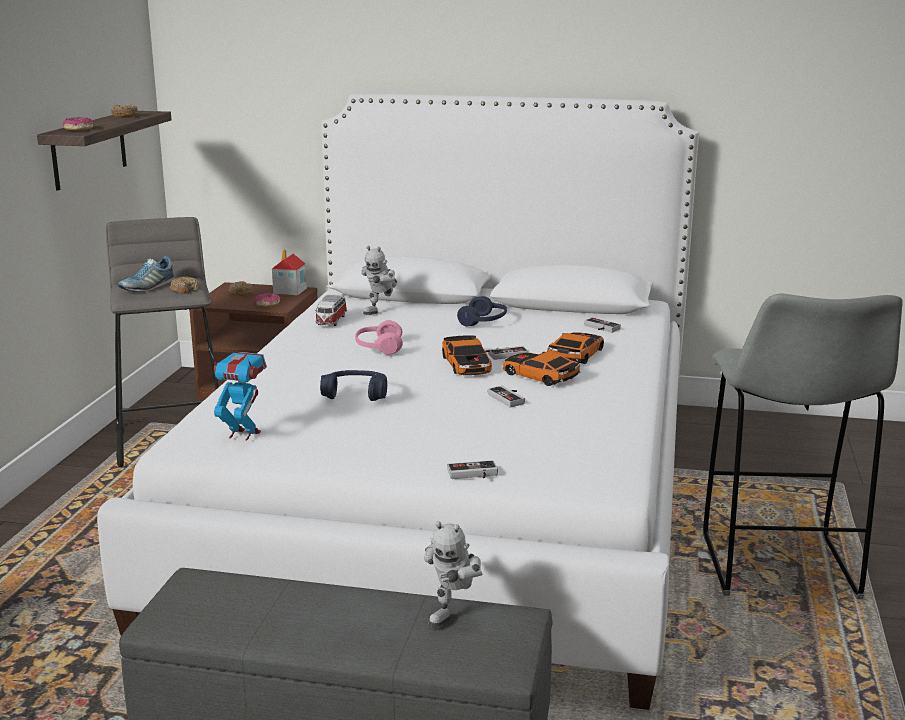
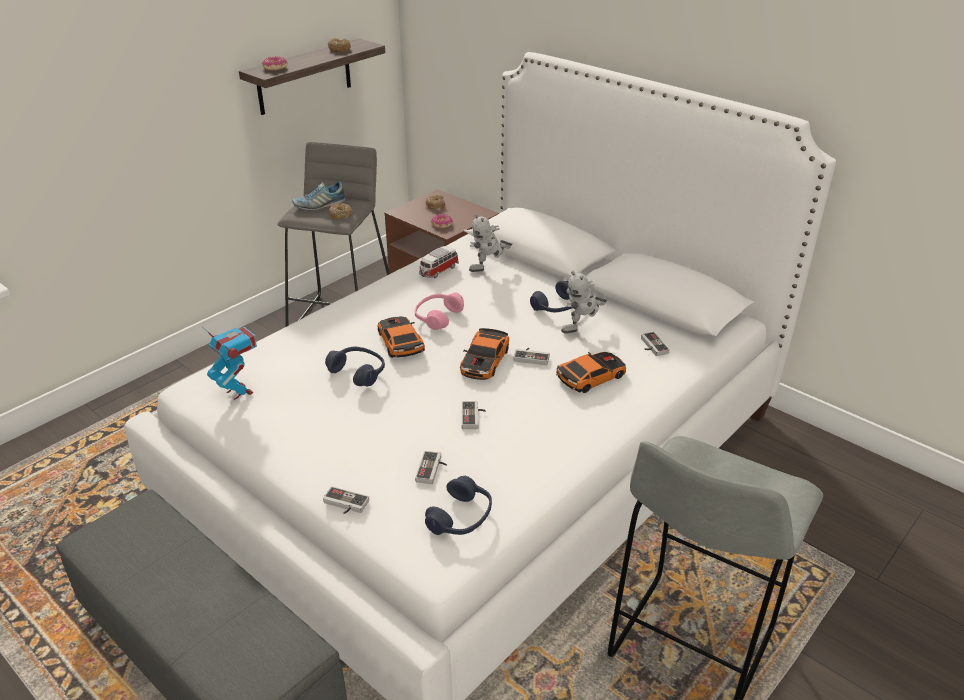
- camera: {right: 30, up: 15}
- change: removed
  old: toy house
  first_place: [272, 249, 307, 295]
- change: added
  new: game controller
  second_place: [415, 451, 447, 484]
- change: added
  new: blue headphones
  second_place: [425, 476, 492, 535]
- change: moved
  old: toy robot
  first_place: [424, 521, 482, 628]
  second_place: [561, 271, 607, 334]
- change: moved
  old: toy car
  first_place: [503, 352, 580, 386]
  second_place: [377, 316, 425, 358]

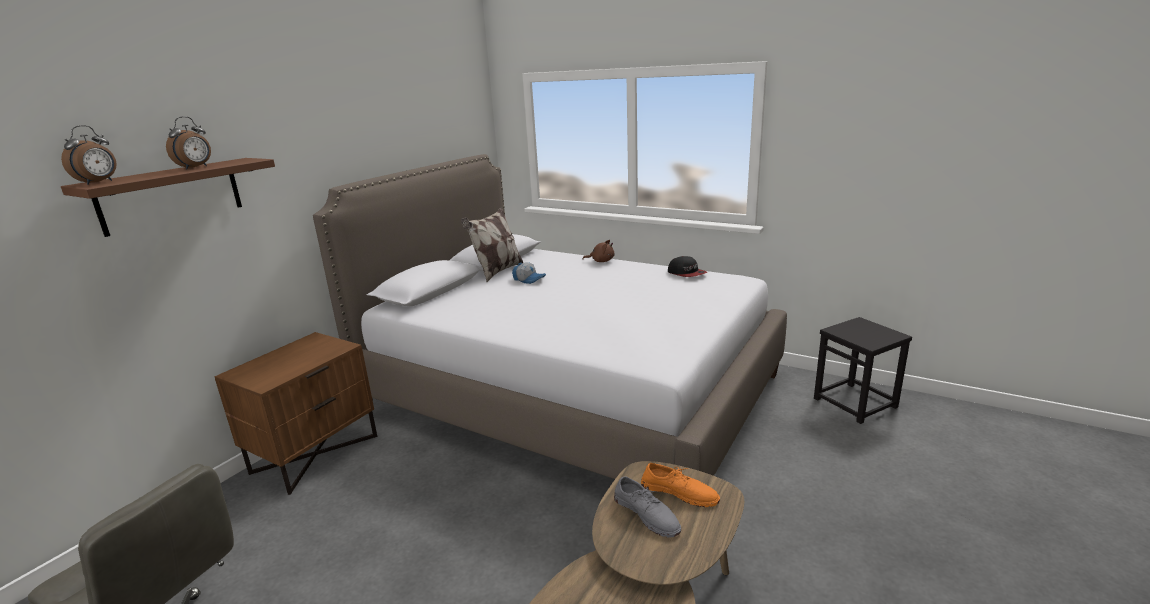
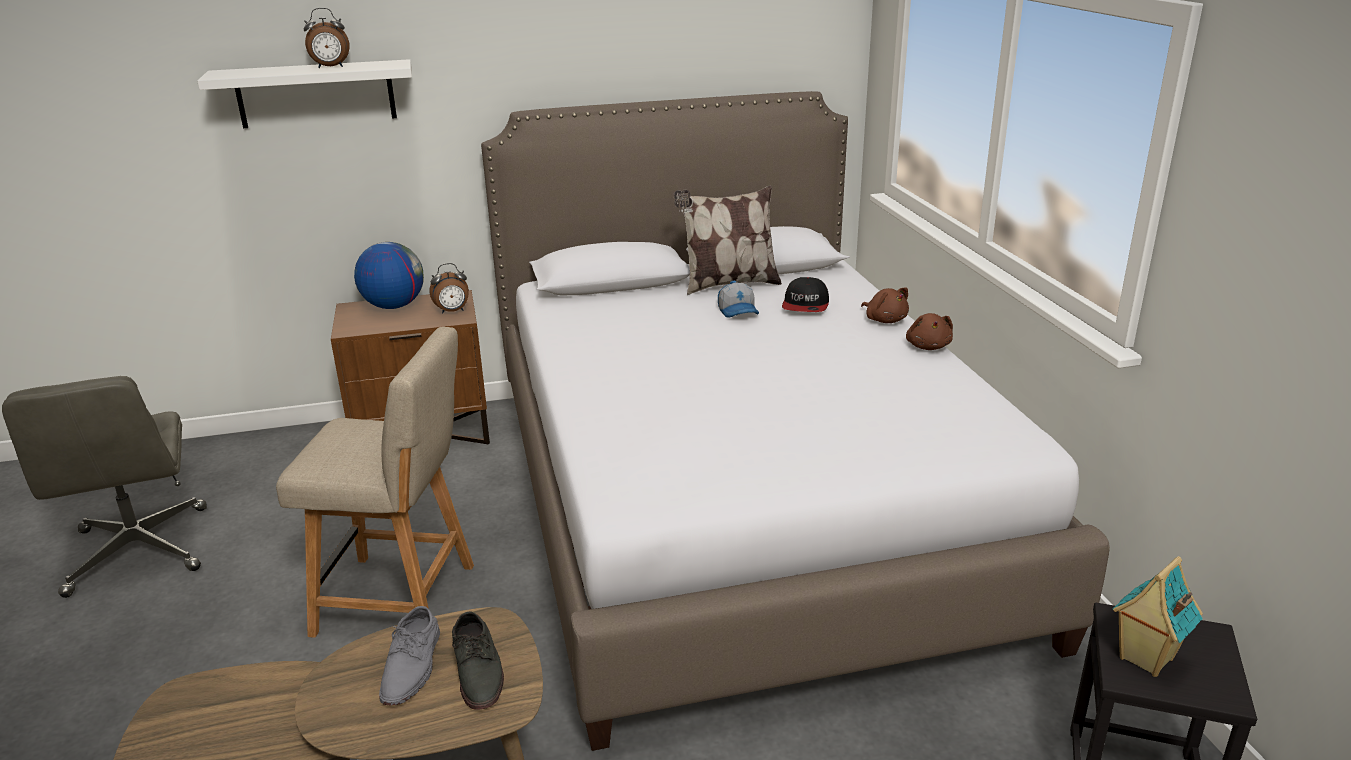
- camera: {right: 45, up: 5}
- change: added
  new: beige chair
  second_place: [276, 327, 474, 638]
- change: added
  new: globe
  second_place: [354, 242, 424, 309]
- change: added
  new: brown plush toy
  second_place: [906, 313, 953, 350]
- change: added
  new: toy house
  second_place: [1113, 556, 1203, 677]
- change: moved
  old: alarm clock
  first_place: [61, 125, 116, 185]
  second_place: [429, 263, 469, 314]
- change: moved
  old: cap
  first_place: [668, 256, 707, 277]
  second_place: [782, 277, 829, 312]
- change: recoloured
  old: brown shelf
  new: white shelf
  first_place: [61, 158, 275, 237]
  second_place: [197, 59, 412, 128]
- change: recoloured
  old: orange shoe
  new: grey shoe
  first_place: [641, 463, 720, 507]
  second_place: [452, 612, 504, 710]

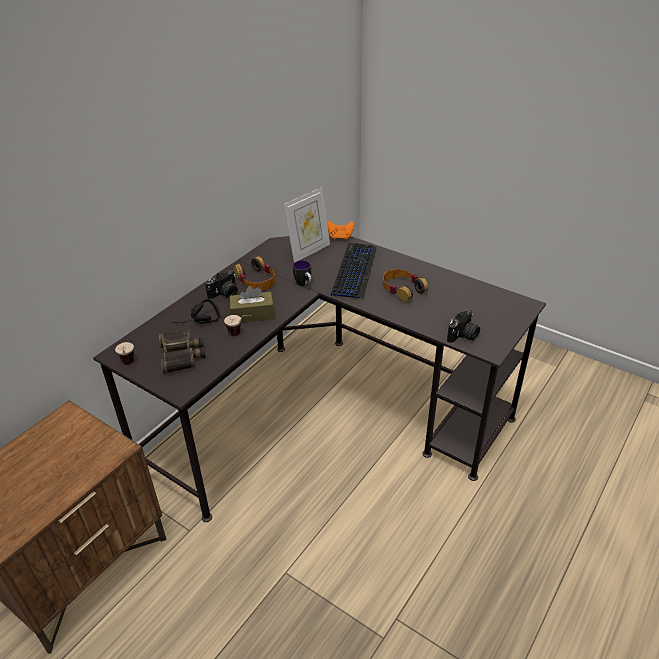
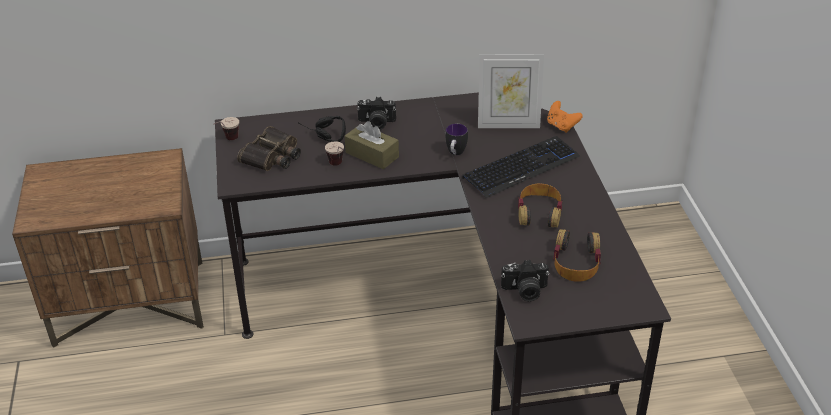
- camera: {right: 45, up: 0}
- change: moved
  old: headphones
  first_place: [234, 256, 275, 291]
  second_place: [553, 229, 601, 282]

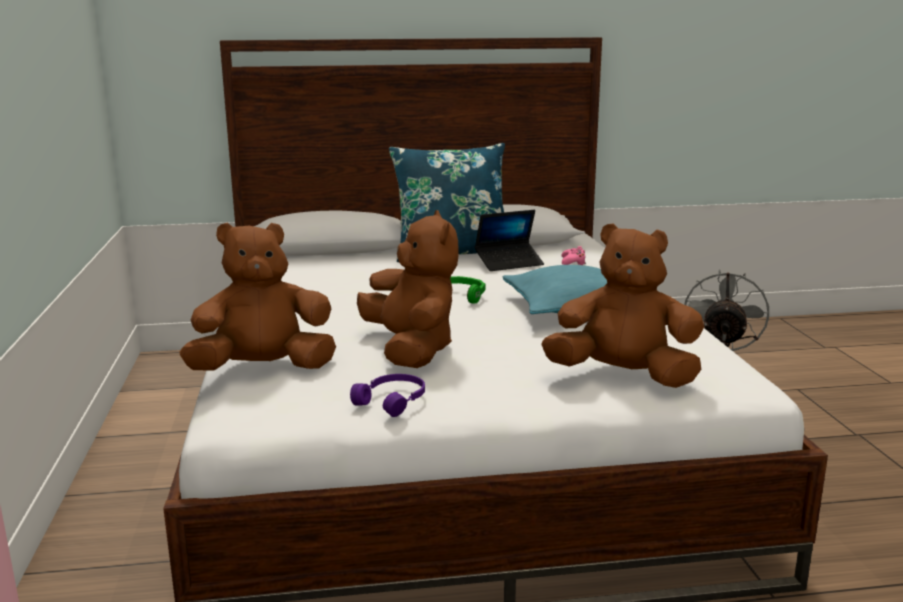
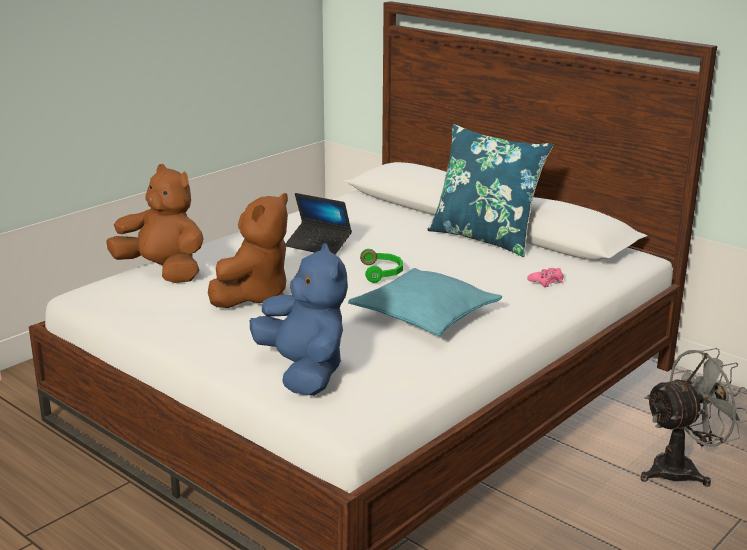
- camera: {right: 50, up: 5}
- change: removed
  old: purple headphones
  first_place: [350, 374, 425, 417]
- change: moved
  old: laptop
  first_place: [475, 210, 544, 271]
  second_place: [285, 193, 352, 255]
- change: recoloured
  old: brown plush toy
  new: blue plush toy
  first_place: [541, 223, 704, 388]
  second_place: [250, 243, 348, 396]

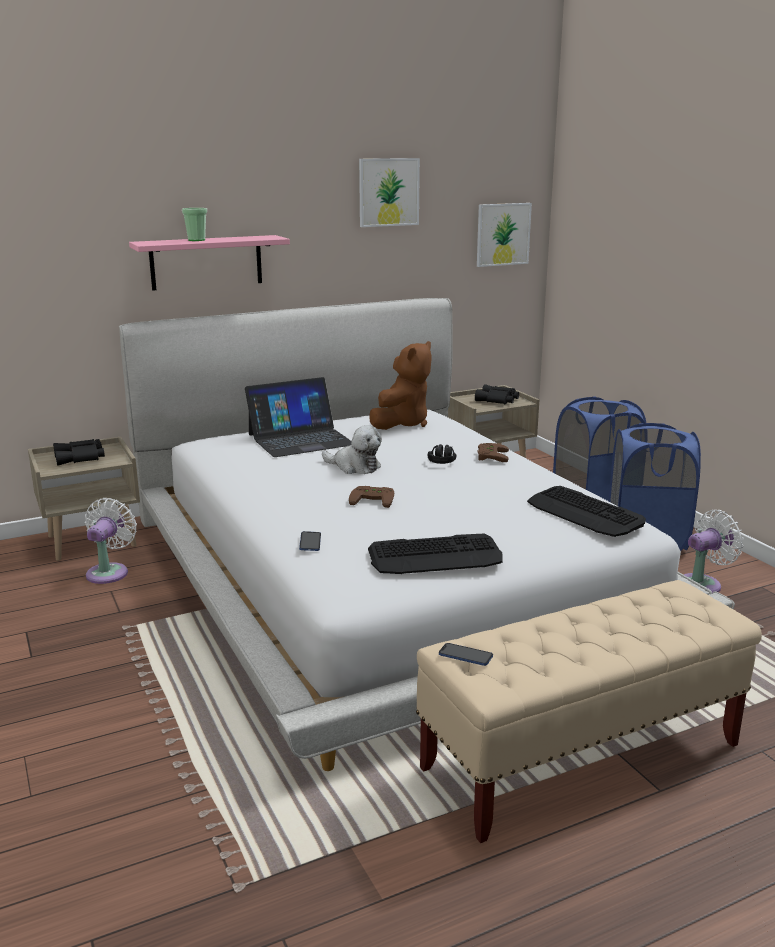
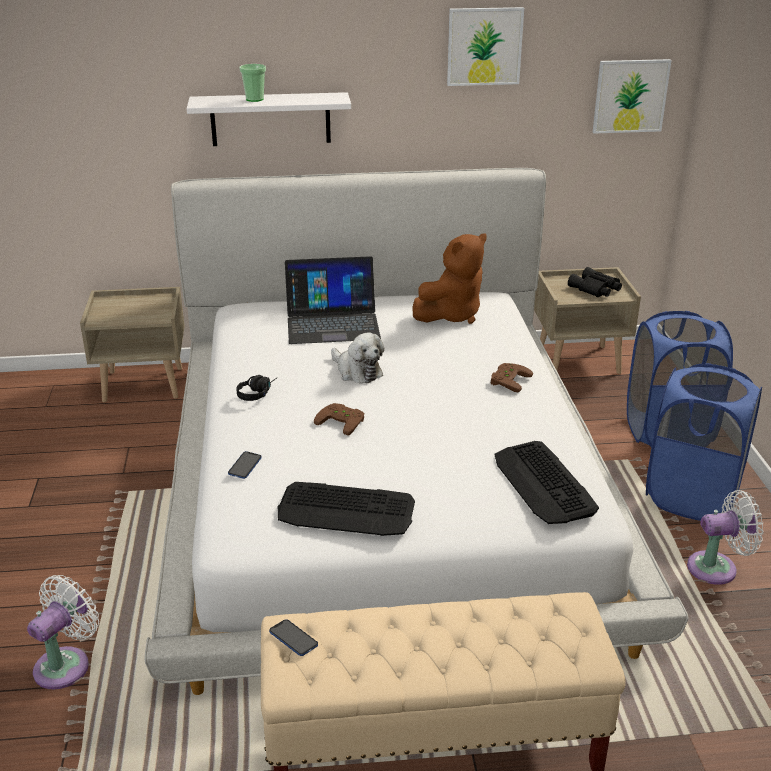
- camera: {right: 20, up: 10}
- change: removed
  old: black binoculars
  first_place: [53, 439, 105, 466]
- change: moved
  old: white fan
  first_place: [85, 498, 137, 584]
  second_place: [27, 575, 99, 690]
- change: moved
  old: black headphones
  first_place: [428, 444, 456, 464]
  second_place: [236, 375, 278, 401]
- change: recoloured
  old: pink shelf
  new: white shelf
  first_place: [129, 235, 290, 291]
  second_place: [187, 92, 351, 146]

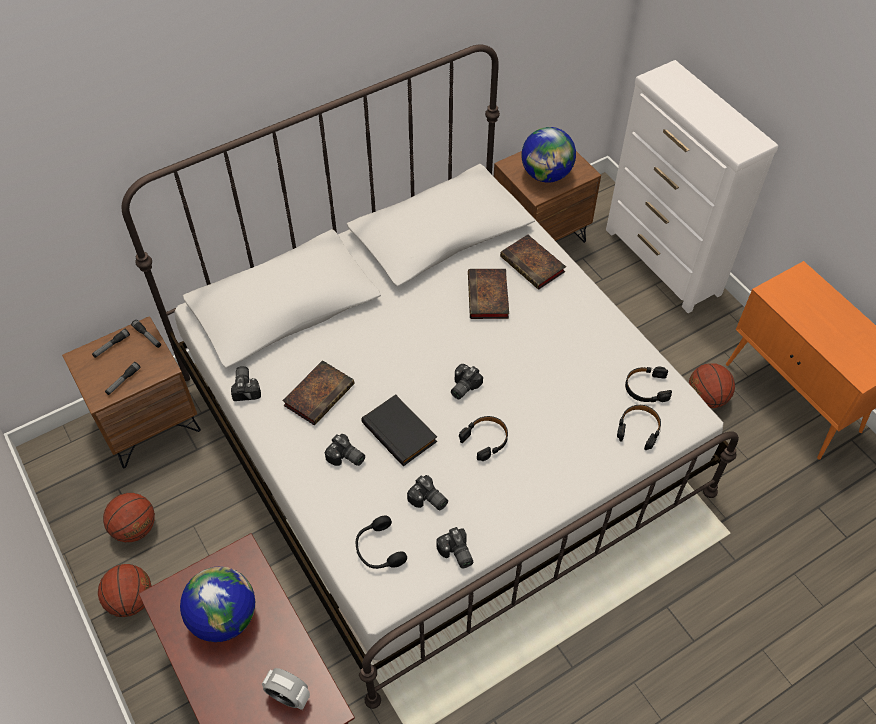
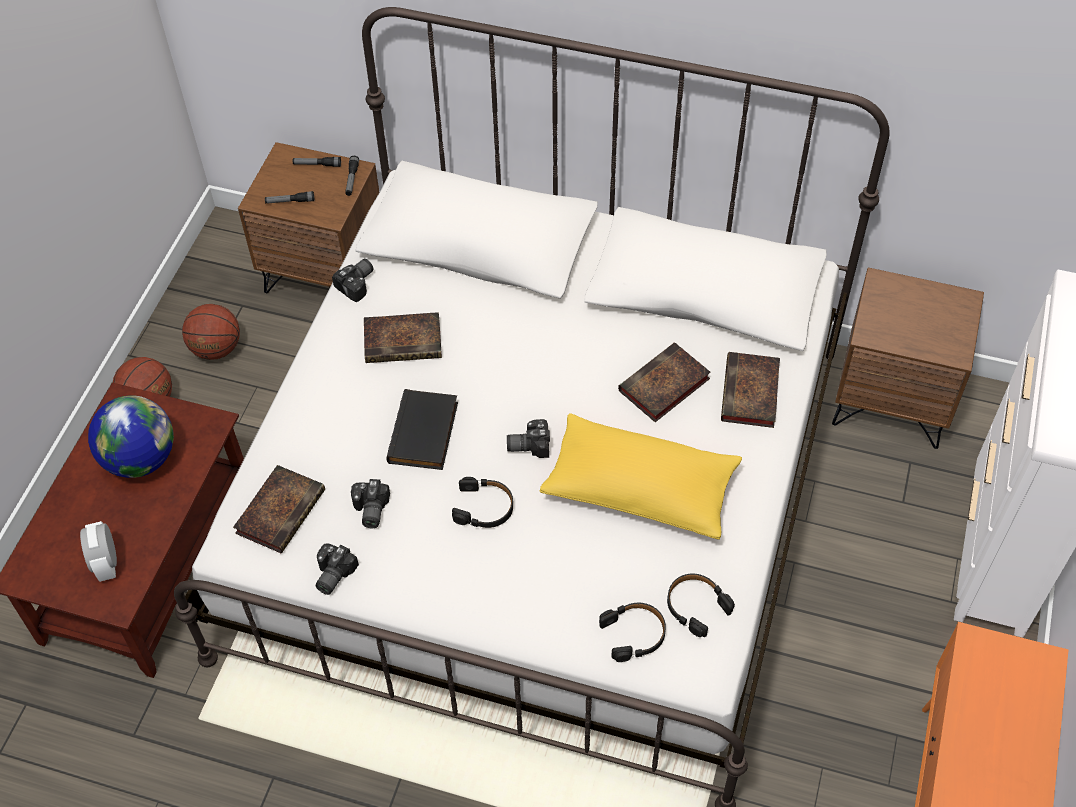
- camera: {right: 50, up: 0}
- change: removed
  old: photo camera
  first_place: [325, 434, 365, 466]
- change: removed
  old: globe
  first_place: [521, 127, 576, 183]
- change: removed
  old: basketball
  first_place: [689, 363, 735, 408]
- change: added
  new: yellow pillow
  second_place: [539, 413, 742, 540]
- change: replaced
  old: black headphones
  new: book
  first_place: [356, 516, 407, 569]
  second_place: [233, 465, 325, 554]

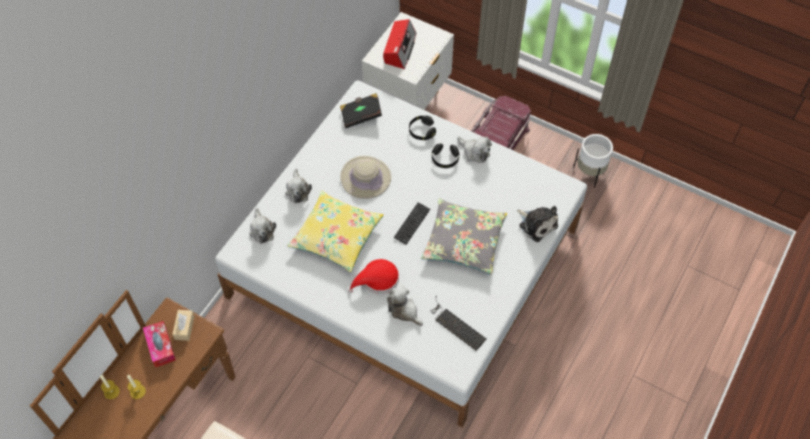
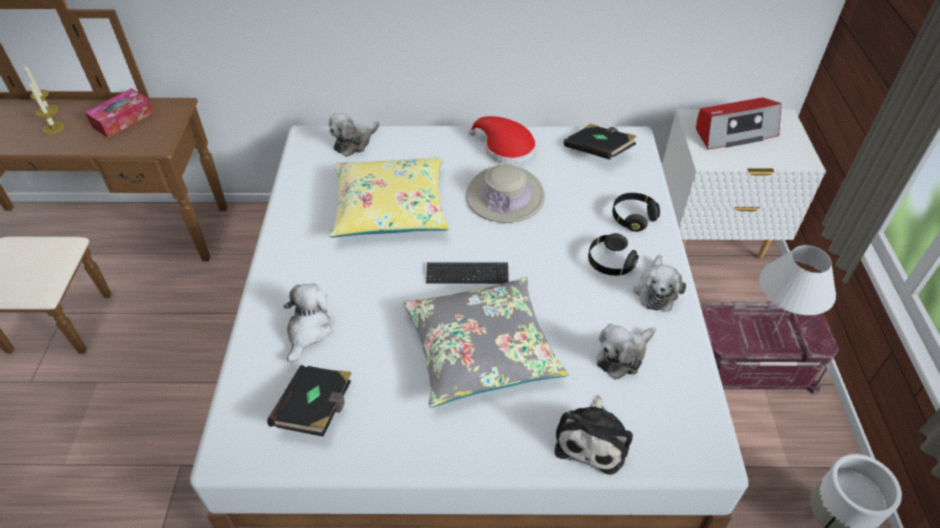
- camera: {right: 60, up: -10}
- change: removed
  old: beige tissue box
  first_place: [172, 310, 195, 341]
- change: added
  new: white table lamp
  second_place: [759, 245, 836, 333]
- change: moved
  old: plush toy
  first_place: [285, 169, 312, 203]
  second_place: [597, 324, 656, 380]
- change: moved
  old: red hat
  first_place: [348, 259, 399, 294]
  second_place: [468, 116, 536, 165]
- change: replaced
  old: keyboard
  new: black book
  first_place: [430, 296, 486, 351]
  second_place: [267, 365, 352, 437]

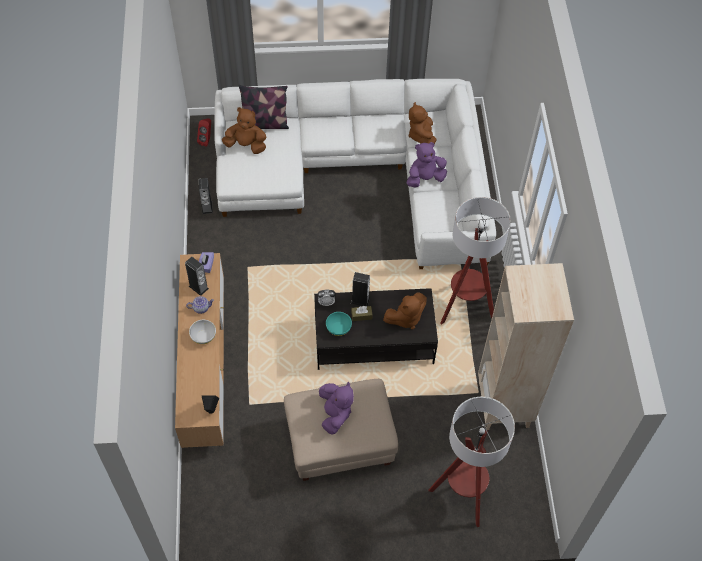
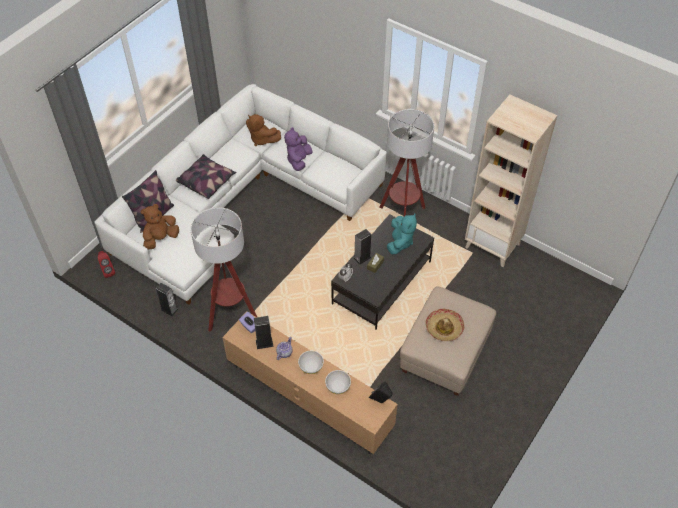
- camera: {right: -50, up: -5}
- change: removed
  old: turquoise bowl
  first_place: [326, 312, 352, 336]
- change: added
  new: pillow
  second_place: [176, 154, 236, 199]
- change: added
  new: white bowl
  second_place: [325, 370, 351, 394]
- change: moved
  old: floor lamp
  first_place: [428, 397, 515, 527]
  second_place: [190, 207, 257, 332]
- change: replaced
  old: purple plush toy
  new: hat
  first_place: [319, 382, 354, 435]
  second_place: [425, 308, 464, 341]
- change: recoloured
  old: brown plush toy
  new: turquoise plush toy
  first_place: [383, 292, 427, 329]
  second_place: [387, 214, 417, 254]

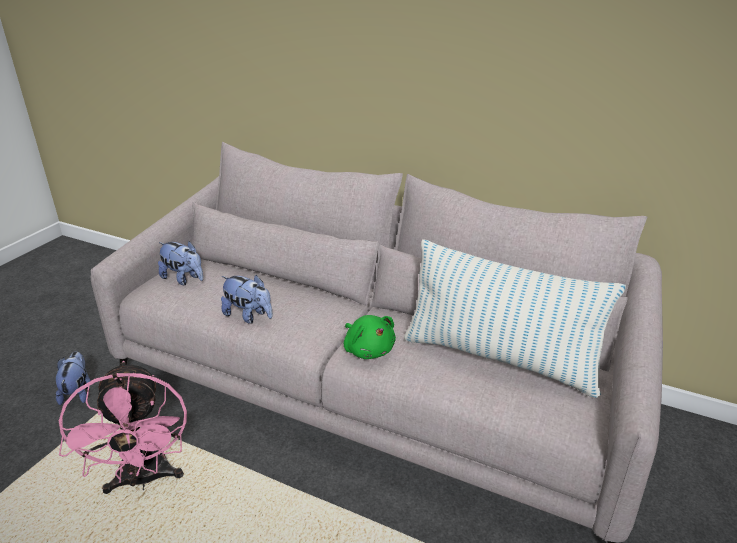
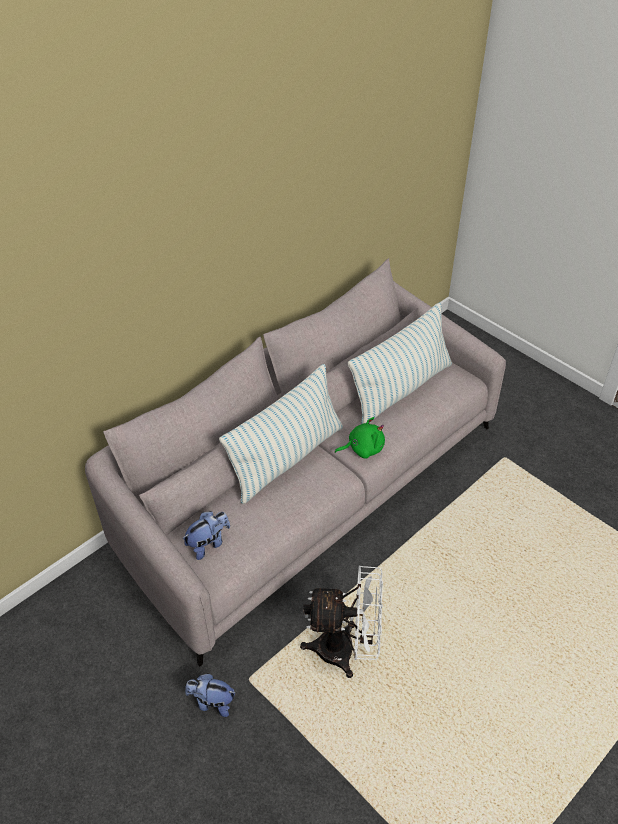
- camera: {right: -70, up: 15}
- change: removed
  old: plush toy
  first_place: [221, 275, 273, 324]
- change: added
  new: pillow
  second_place: [219, 364, 343, 504]
- change: recoloured
  old: pink fan
  new: white fan
  first_place: [59, 361, 187, 494]
  second_place: [300, 565, 383, 678]

